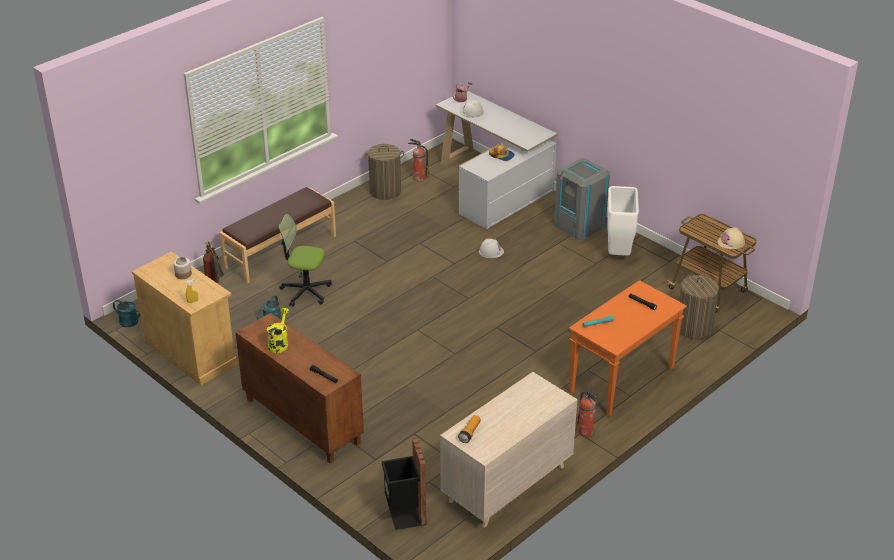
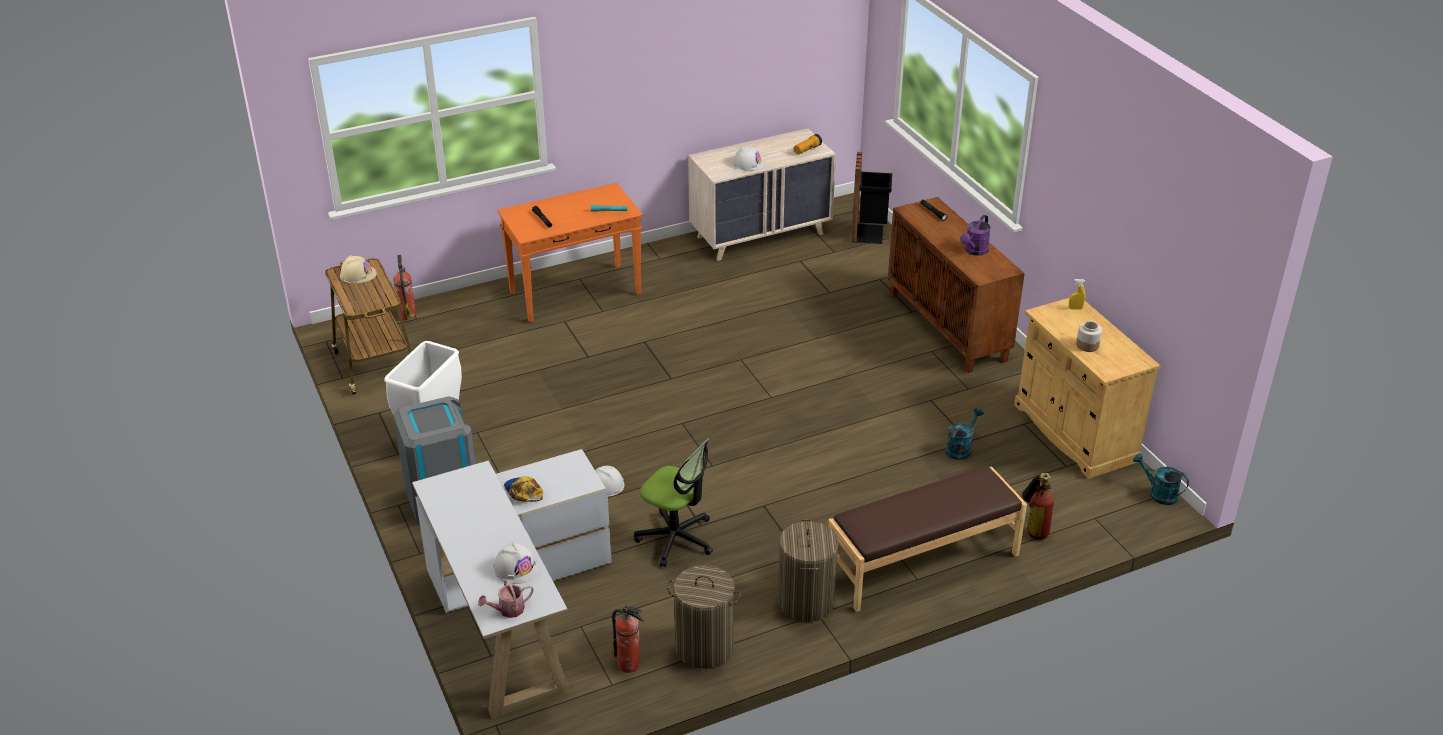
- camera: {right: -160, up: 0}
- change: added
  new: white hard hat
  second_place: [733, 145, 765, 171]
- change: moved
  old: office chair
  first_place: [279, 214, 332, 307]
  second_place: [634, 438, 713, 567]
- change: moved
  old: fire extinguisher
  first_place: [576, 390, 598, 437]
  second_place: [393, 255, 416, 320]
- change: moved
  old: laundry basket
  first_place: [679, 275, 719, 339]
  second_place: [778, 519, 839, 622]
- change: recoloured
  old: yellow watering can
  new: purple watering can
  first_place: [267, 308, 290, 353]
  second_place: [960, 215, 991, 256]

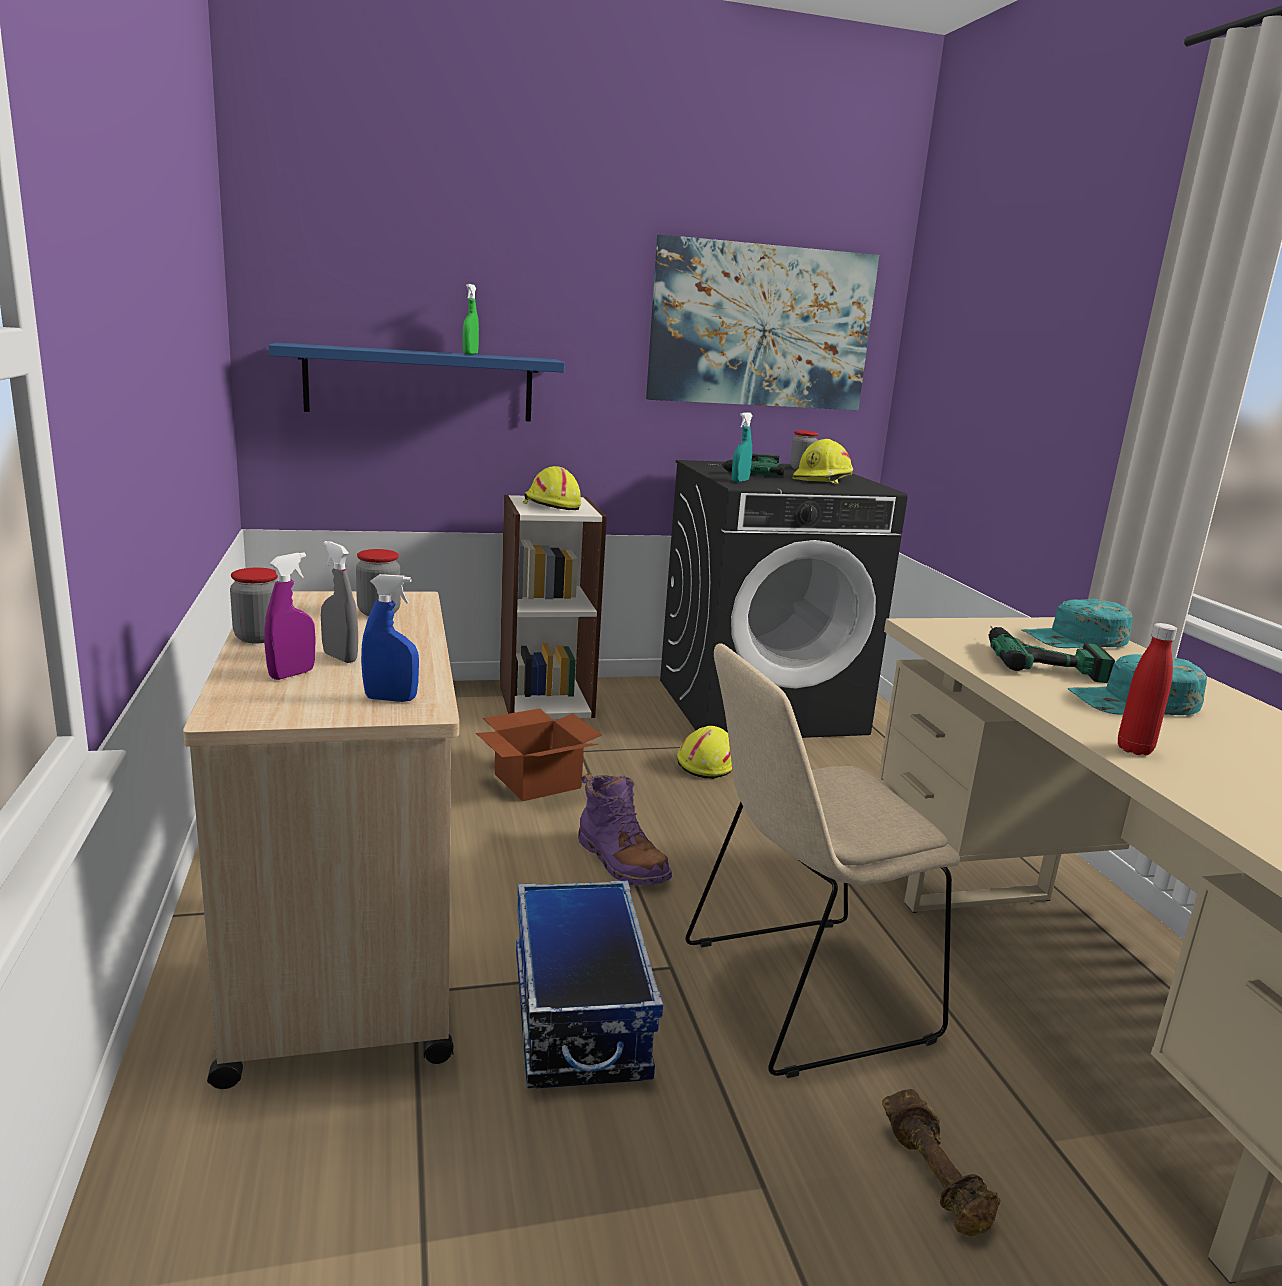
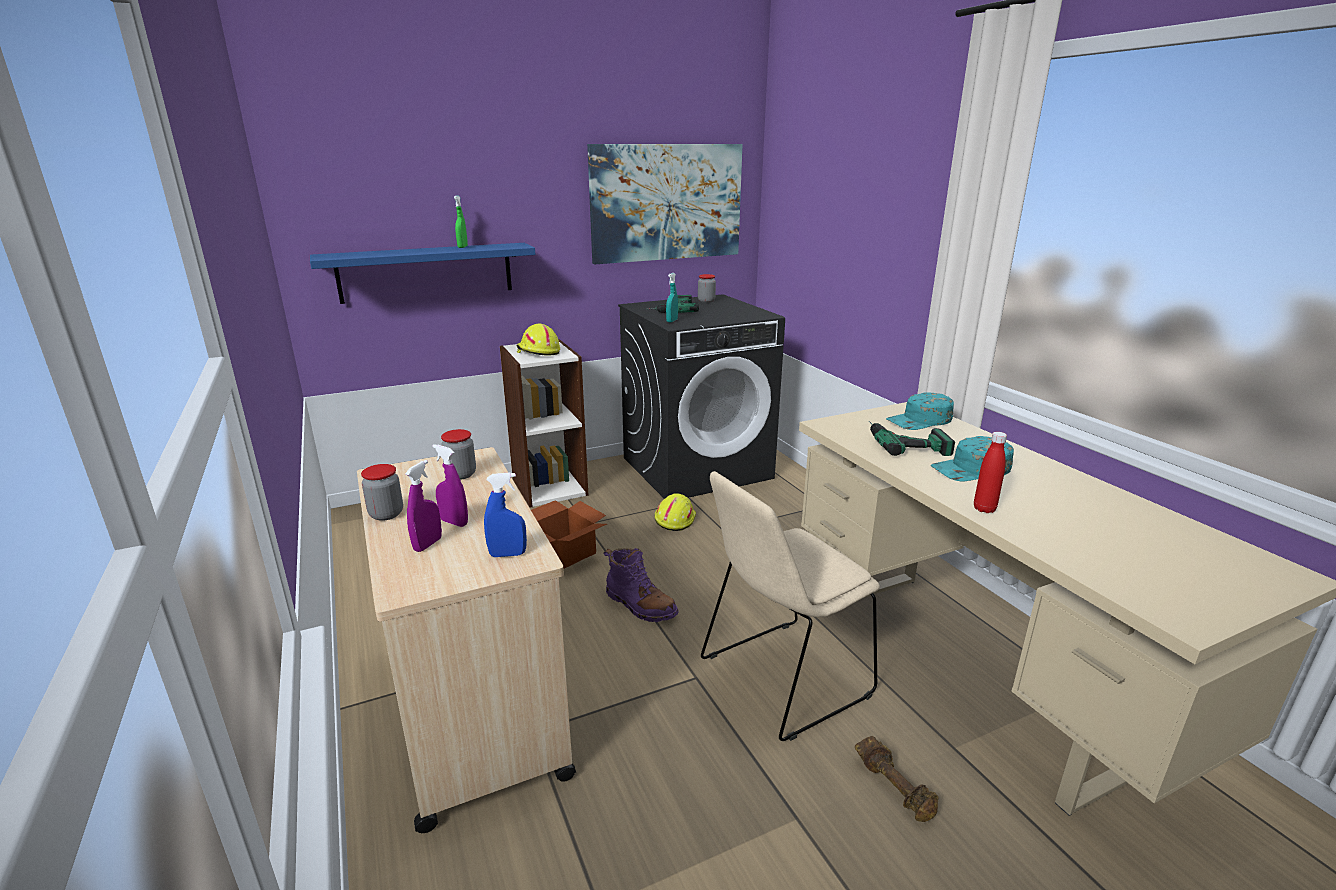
- camera: {right: -10, up: 5}
- change: removed
  old: storage box
  first_place: [516, 881, 663, 1088]
- change: removed
  old: yellow hard hat
  first_place: [792, 439, 853, 484]
- change: recoloured
  old: grey spray bottle
  new: purple spray bottle
  first_place: [321, 541, 358, 663]
  second_place: [433, 444, 468, 527]

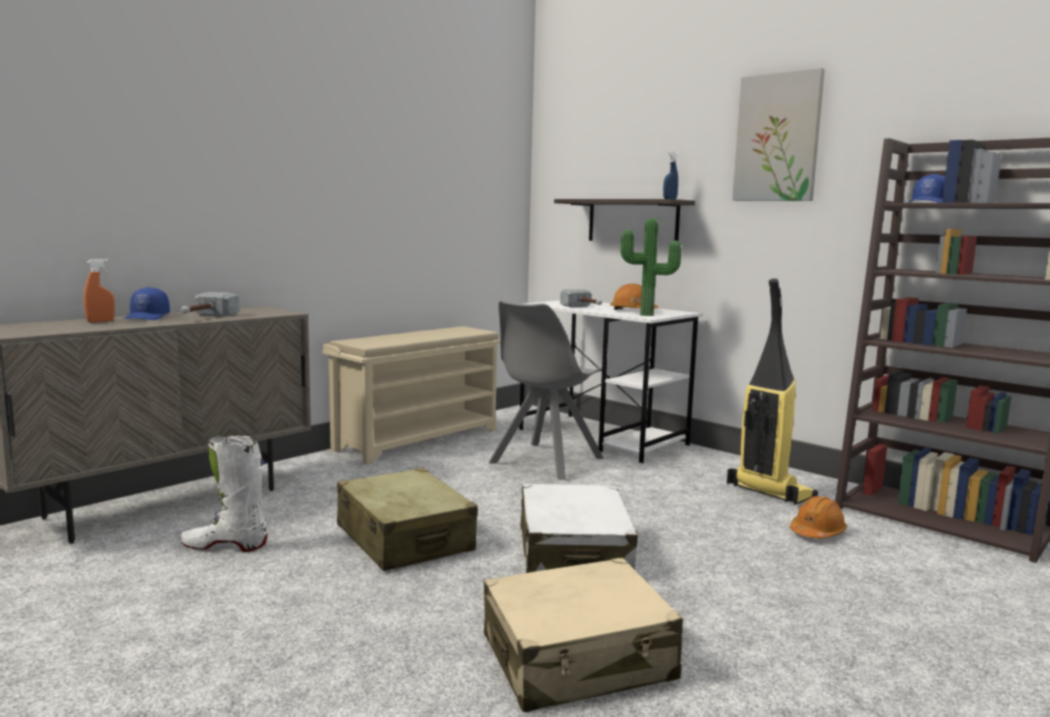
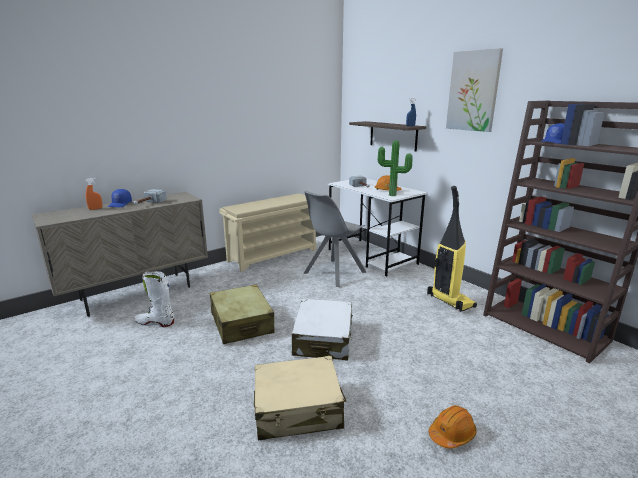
- camera: {right: 10, up: 10}
- change: moved
  old: orange hard hat
  first_place: [790, 496, 847, 538]
  second_place: [429, 405, 477, 449]

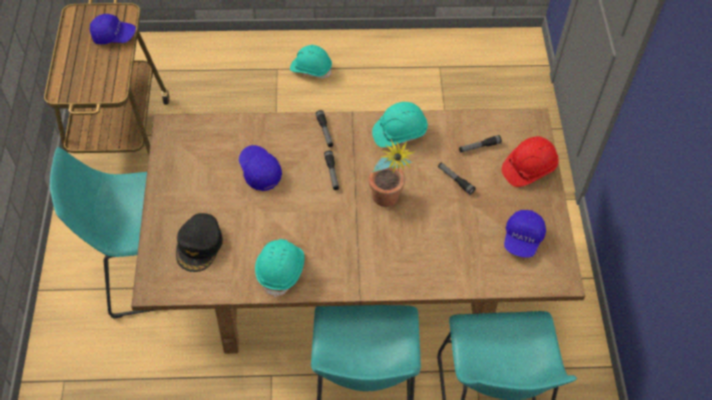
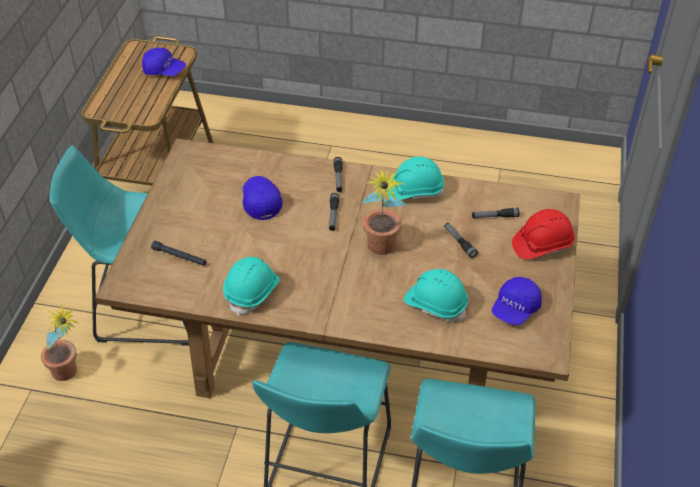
- camera: {right: 15, up: -10}
- change: added
  new: potted plant
  second_place: [41, 305, 79, 381]
- change: moved
  old: turquoise hard hat
  first_place: [290, 45, 332, 78]
  second_place: [404, 269, 469, 322]
- change: replaced
  old: black cap
  new: black flashlight
  first_place: [176, 213, 223, 272]
  second_place: [151, 241, 206, 266]

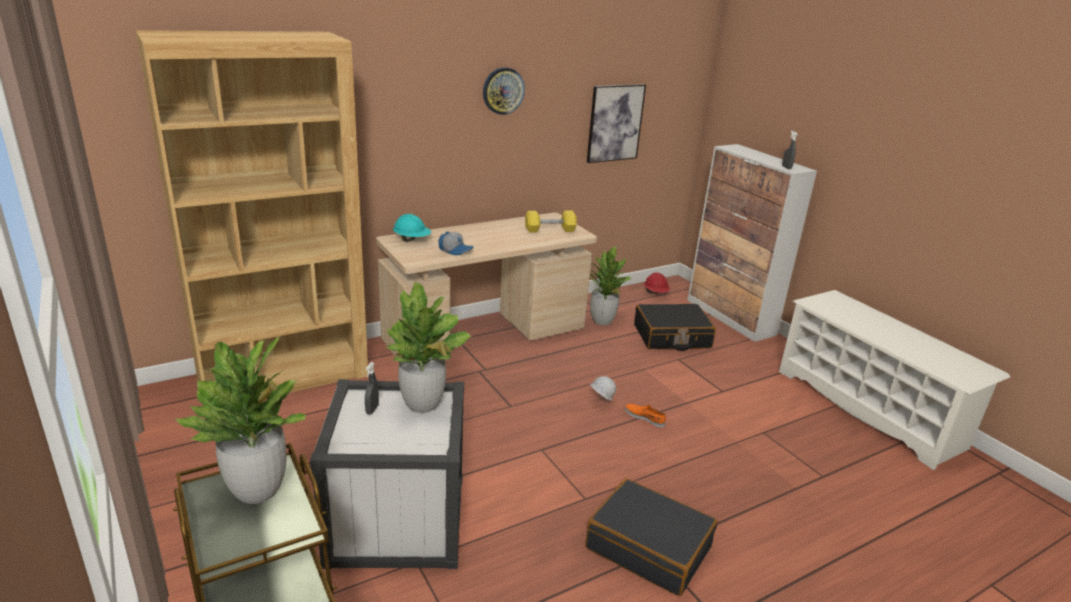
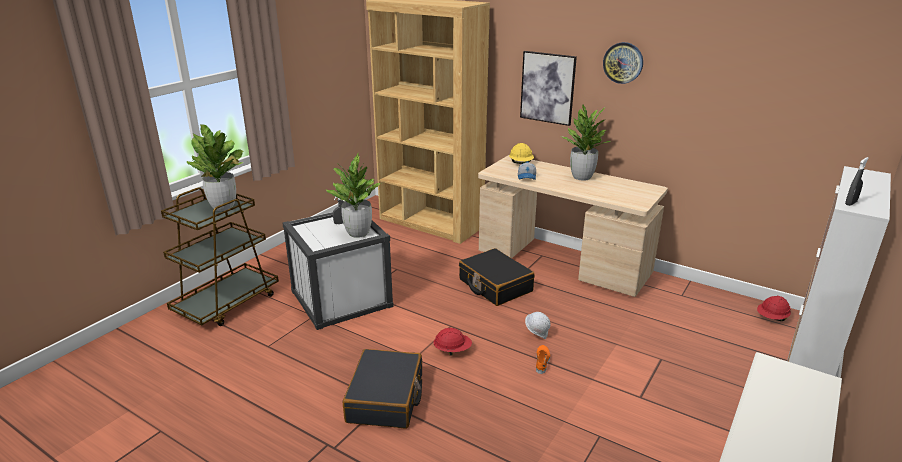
- camera: {right: 65, up: 0}
- change: removed
  old: yellow dumbbell
  first_place: [525, 211, 577, 232]
- change: added
  new: red hard hat
  second_place: [433, 328, 472, 356]
- change: moved
  old: picture
  first_place: [587, 84, 646, 163]
  second_place: [520, 51, 577, 126]
- change: moved
  old: potted plant
  first_place: [590, 246, 632, 325]
  second_place: [561, 105, 611, 181]
- change: moved
  old: black suitcase
  first_place: [634, 304, 716, 351]
  second_place: [459, 248, 535, 306]
- change: recoloured
  old: turquoise hard hat
  new: yellow hard hat
  first_place: [393, 214, 431, 242]
  second_place: [509, 143, 534, 164]

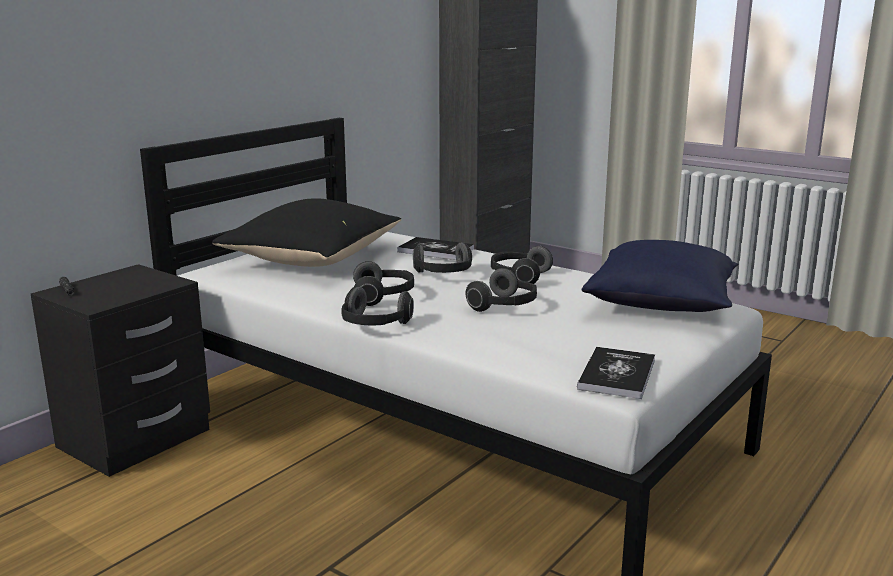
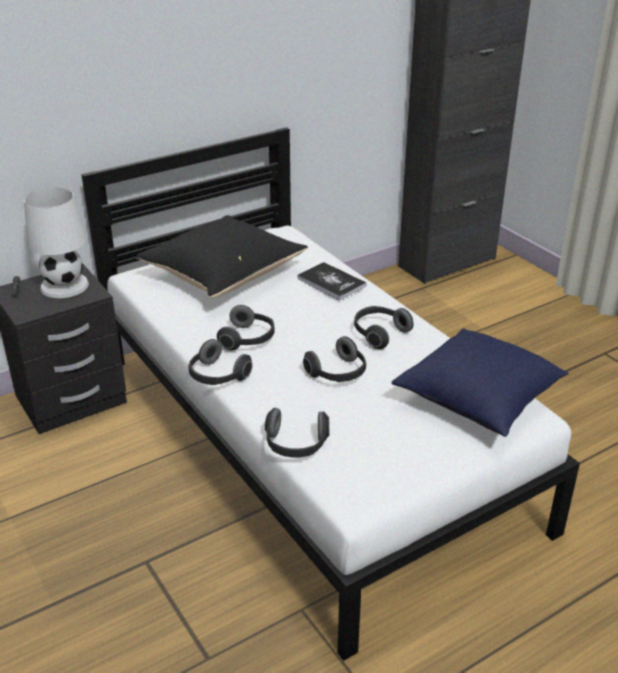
- camera: {right: 20, up: 15}
- change: removed
  old: book
  first_place: [577, 347, 655, 399]
- change: added
  new: white table lamp
  second_place: [24, 188, 89, 298]
- change: moved
  old: headphones
  first_place: [413, 242, 472, 273]
  second_place: [265, 408, 330, 457]

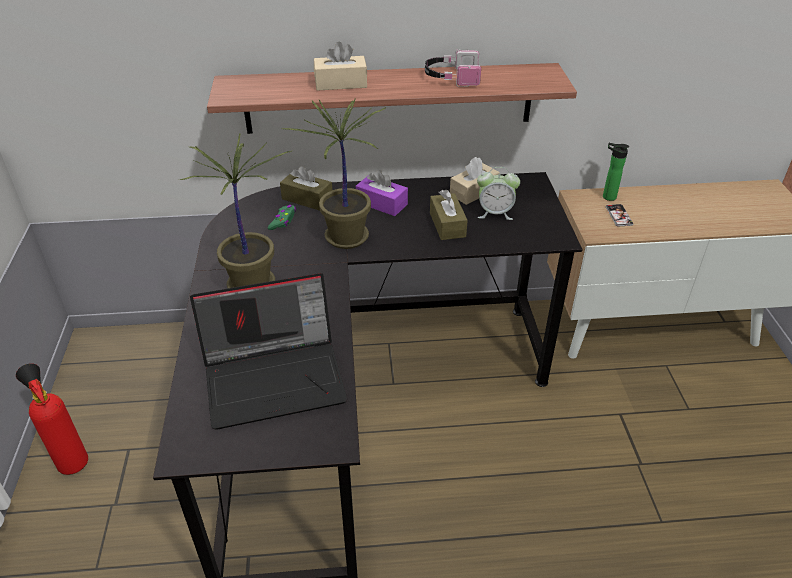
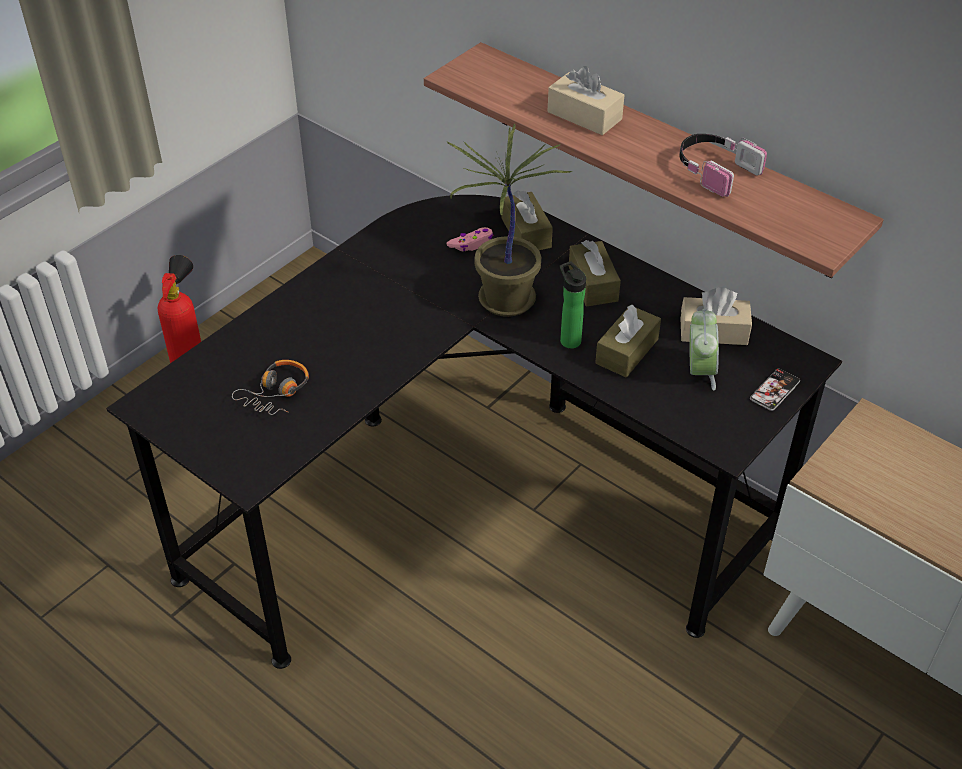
- camera: {right: 45, up: 5}
- change: removed
  old: potted plant
  first_place: [179, 133, 291, 288]
- change: moved
  old: bottle
  first_place: [603, 143, 629, 201]
  second_place: [560, 261, 586, 349]
- change: moved
  old: phone
  first_place: [606, 204, 633, 226]
  second_place: [750, 369, 800, 411]
- change: replaced
  old: laptop
  new: headphones
  first_place: [190, 273, 347, 430]
  second_place: [232, 360, 309, 415]
- change: recoloured
  old: green game controller
  new: pink game controller
  first_place: [268, 205, 296, 230]
  second_place: [446, 227, 494, 251]
- change: recoloured
  old: purple tissue box
  new: brown tissue box
  first_place: [356, 170, 408, 216]
  second_place: [569, 240, 621, 307]
- change: turned
  old: alarm clock
  first_place: [477, 167, 520, 220]
  second_place: [690, 309, 719, 391]
  degrees: -135

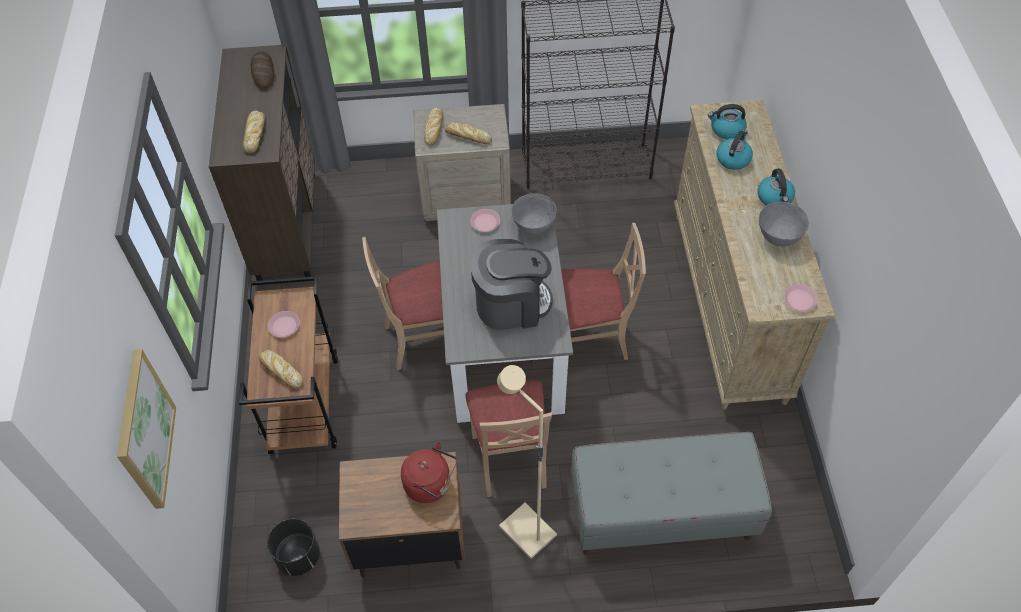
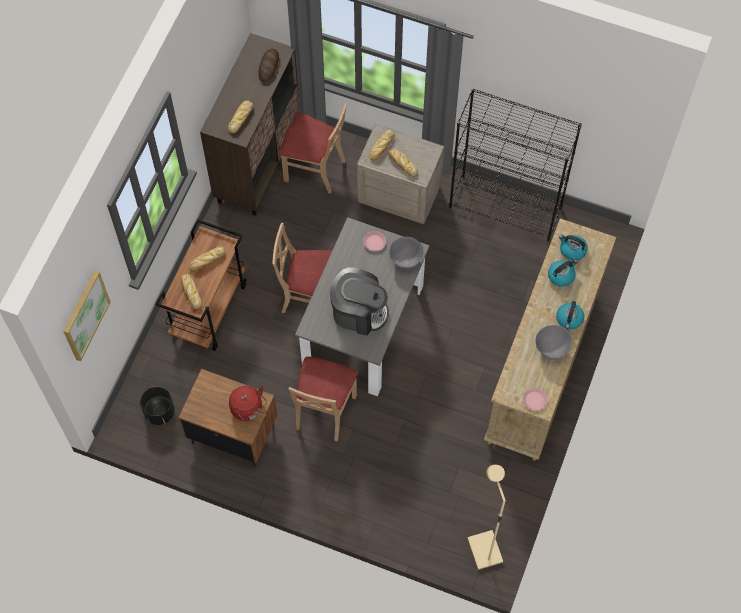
- camera: {right: 25, up: 10}
- change: removed
  old: grey bench
  first_place: [571, 432, 772, 555]
- change: moved
  old: beige floor lamp
  first_place: [497, 365, 557, 559]
  second_place: [467, 465, 506, 570]
- change: moved
  old: beige chair
  first_place: [561, 223, 646, 362]
  second_place: [279, 103, 347, 194]
- change: replaced
  old: pink plate
  new: bread
  first_place: [268, 311, 300, 338]
  second_place: [190, 247, 226, 272]

